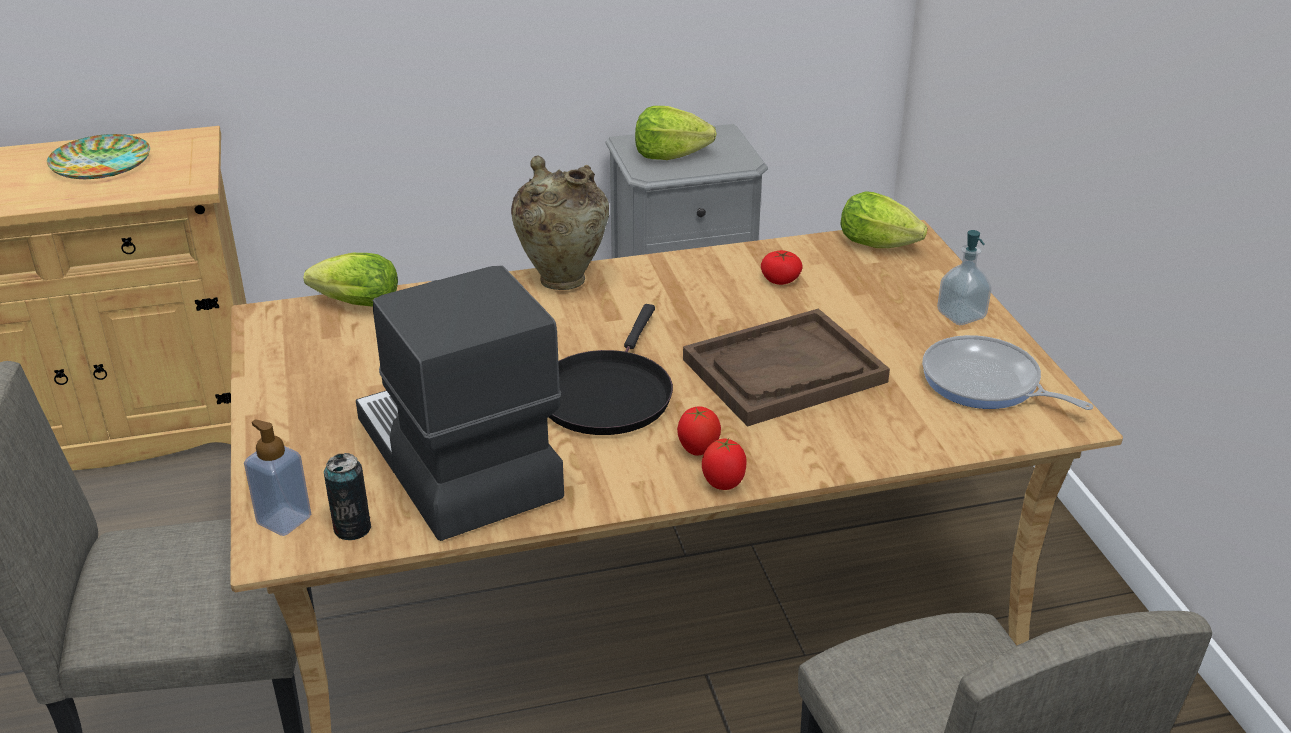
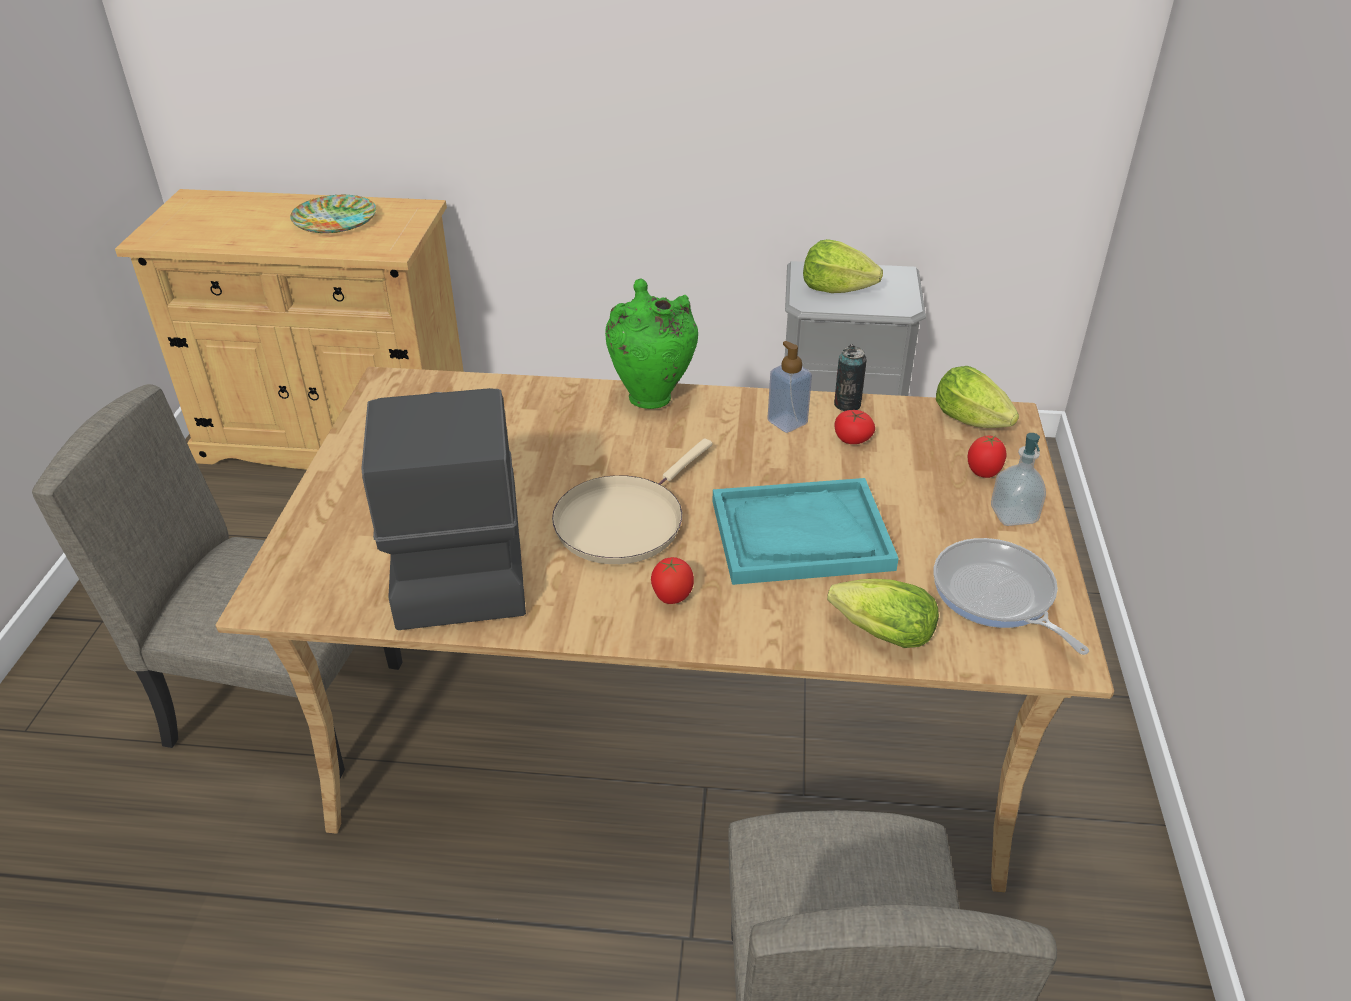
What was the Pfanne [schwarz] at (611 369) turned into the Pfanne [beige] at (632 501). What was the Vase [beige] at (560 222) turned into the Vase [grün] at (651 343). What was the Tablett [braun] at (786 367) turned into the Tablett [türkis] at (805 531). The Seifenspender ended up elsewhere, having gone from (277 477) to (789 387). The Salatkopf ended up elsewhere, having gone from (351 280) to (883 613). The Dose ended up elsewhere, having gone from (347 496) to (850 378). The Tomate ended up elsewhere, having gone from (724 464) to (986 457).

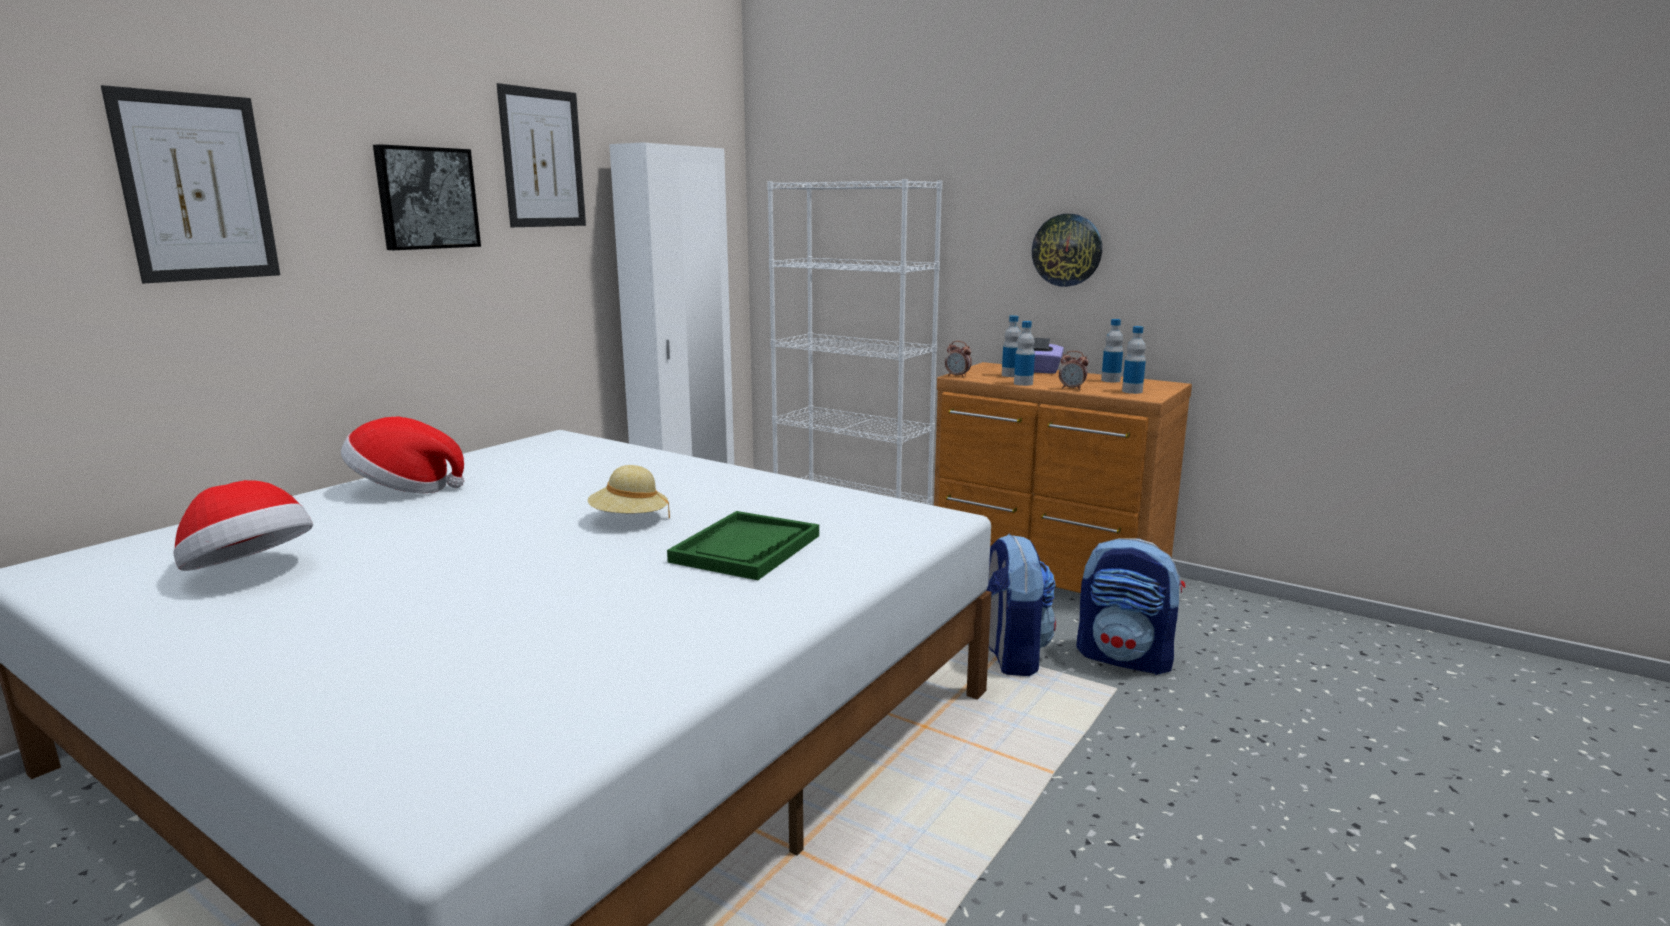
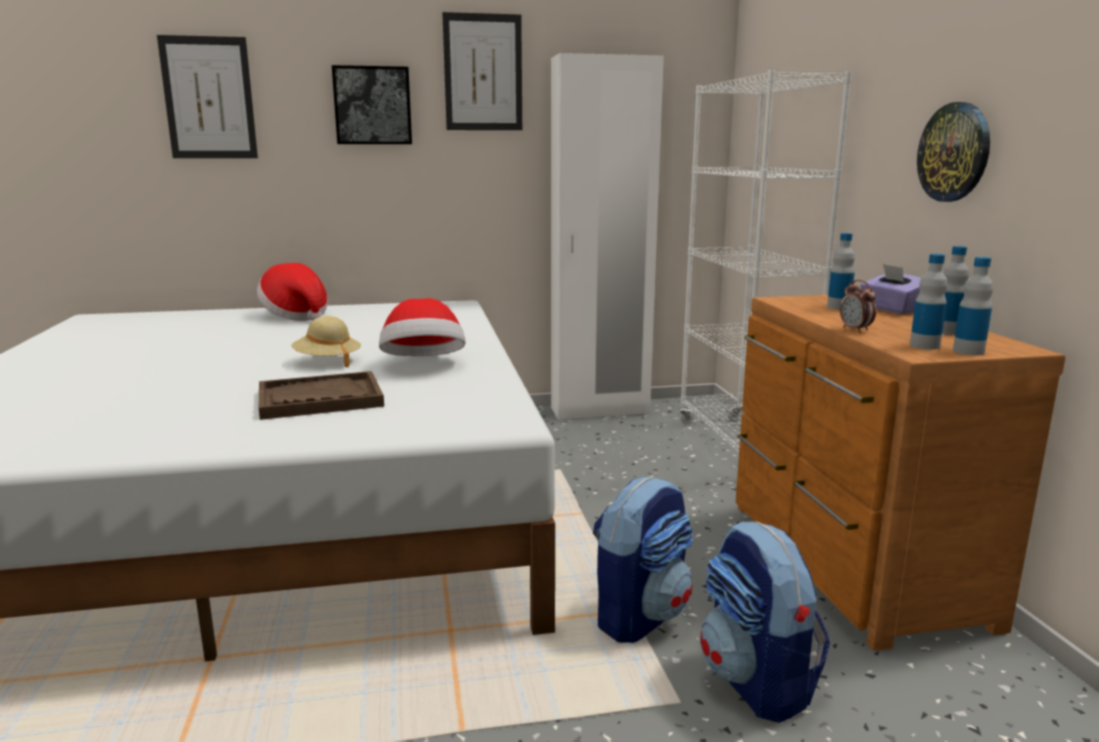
What was the Tablett [grün] at (743 545) turned into the Tablett [braun] at (321 395). The Hut ended up elsewhere, having gone from (243 525) to (422 327). The Flasche ended up elsewhere, having gone from (1024 353) to (973 306). The second view lost the Wecker at (958 359).

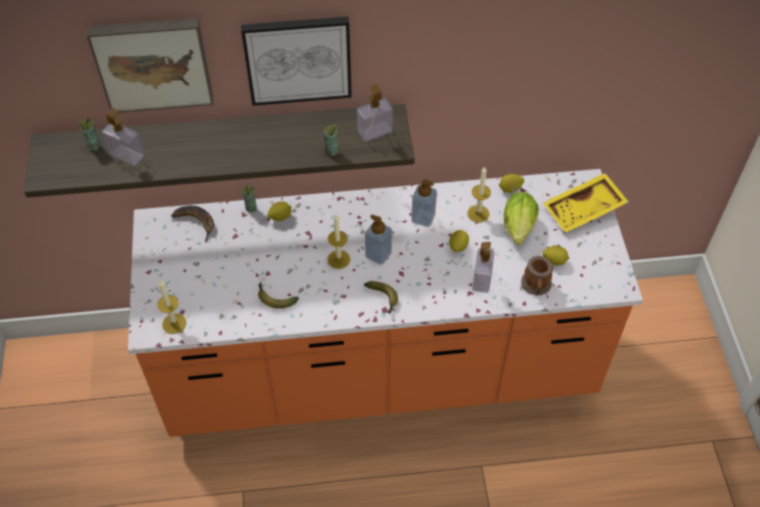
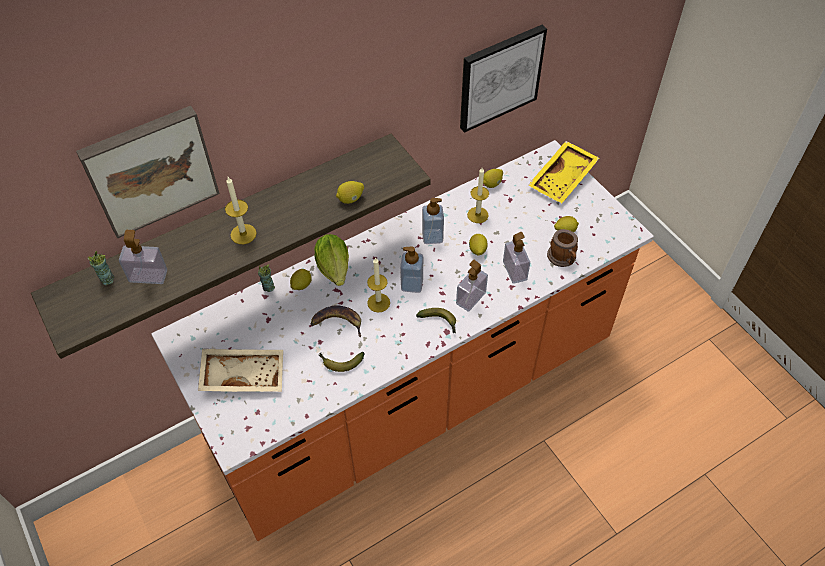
The second view gained the Tablett [beige] at (240 370). The Kerze ended up elsewhere, having gone from (171 307) to (241 210). The Banane ended up elsewhere, having gone from (192 224) to (336 321). The Salatkopf ended up elsewhere, having gone from (521 218) to (331 260). Where the Tasse stood at (330 140), the Zitrone came to stand at (350 192). The Seifenspender ended up elsewhere, having gone from (375 113) to (472 286). The Bild ended up elsewhere, having gone from (296 61) to (503 79).

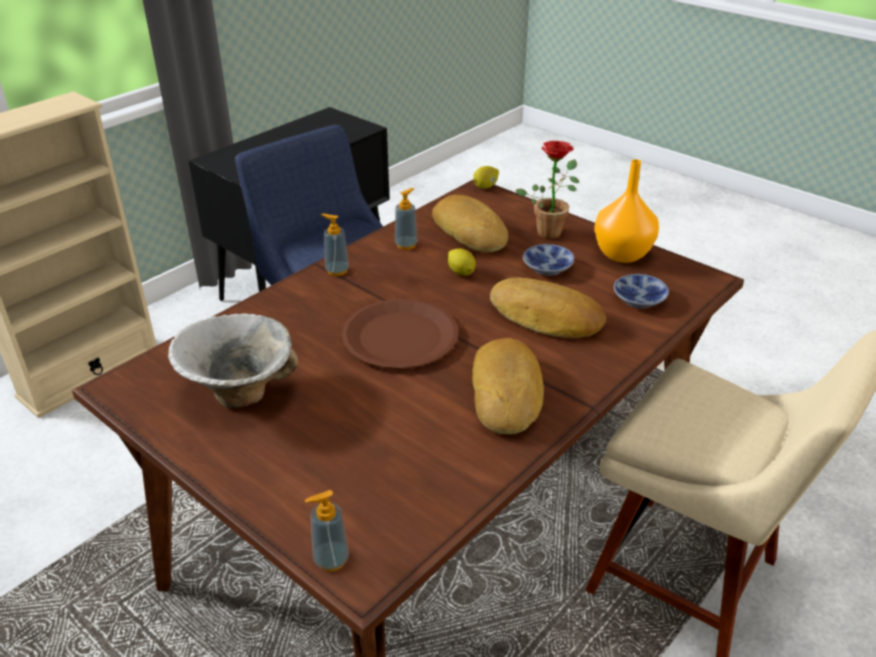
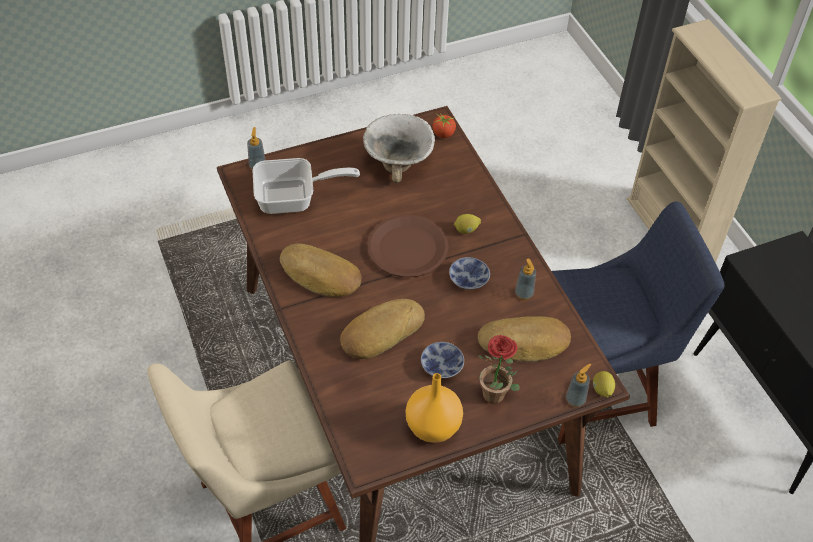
The second view gained the Pfanne at (306 186). The second view gained the Tomate at (444 125). The Schüssel ended up elsewhere, having gone from (641 291) to (469 273). The Zitrone ended up elsewhere, having gone from (462 262) to (467 224). The Seifenspender ended up elsewhere, having gone from (335 245) to (578 385).

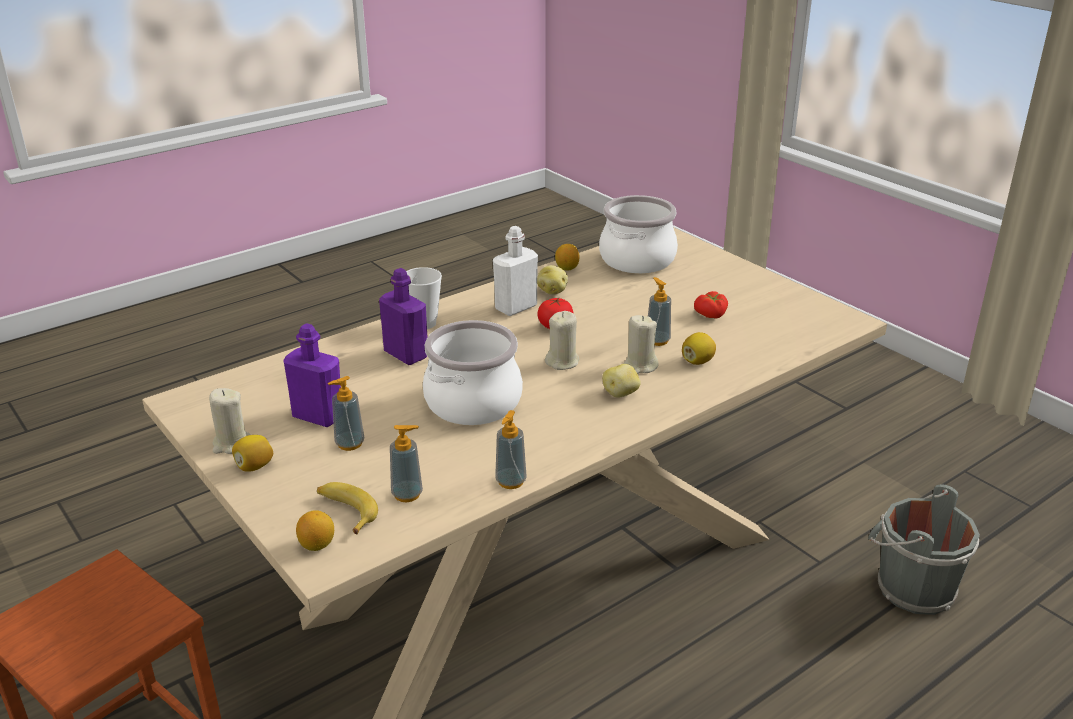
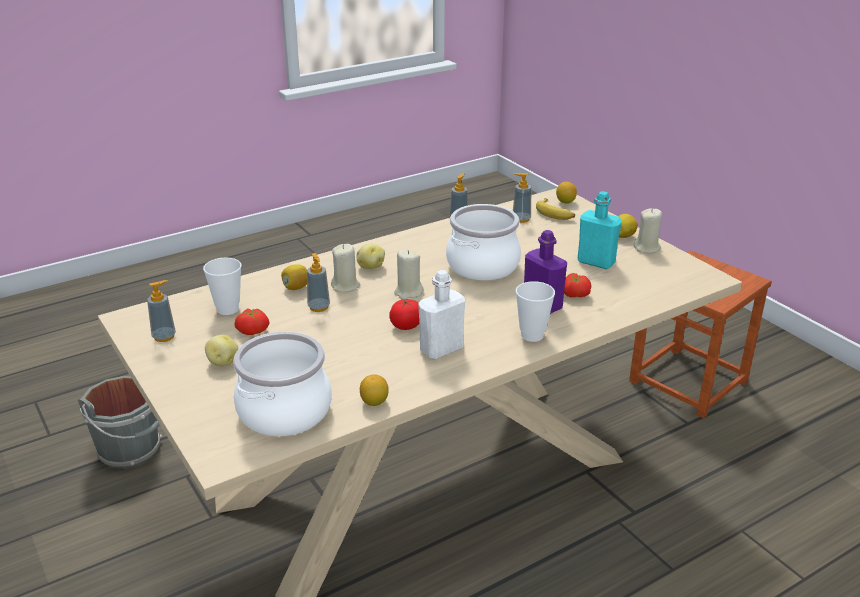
The Seifenspender ended up elsewhere, having gone from (346 413) to (161 311). The second view gained the Tasse at (222 286). The Kartoffel ended up elsewhere, having gone from (552 280) to (222 351). The second view gained the Tomate at (577 285). What was the Flasche [lila] at (312 375) turned into the Flasche [türkis] at (600 230).

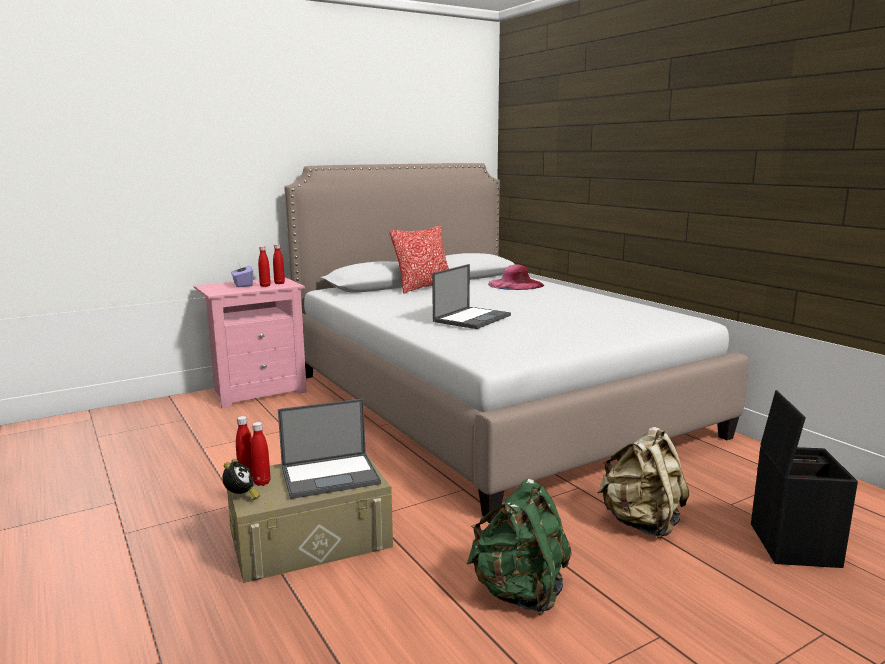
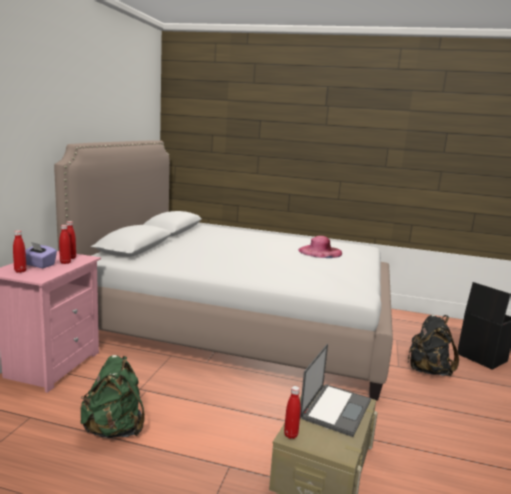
The Flasche [rot] ended up elsewhere, having gone from (261 454) to (20 251). The Rucksack [grün] ended up elsewhere, having gone from (519 547) to (112 396). The Hut [rosa] ended up elsewhere, having gone from (516 277) to (320 247). What was the Rucksack [beige] at (643 482) turned into the Rucksack [schwarz] at (433 345). The second view lost the Wecker at (241 479). The second view lost the Kissen at (419 260). The second view lost the Laptop at (471 296).

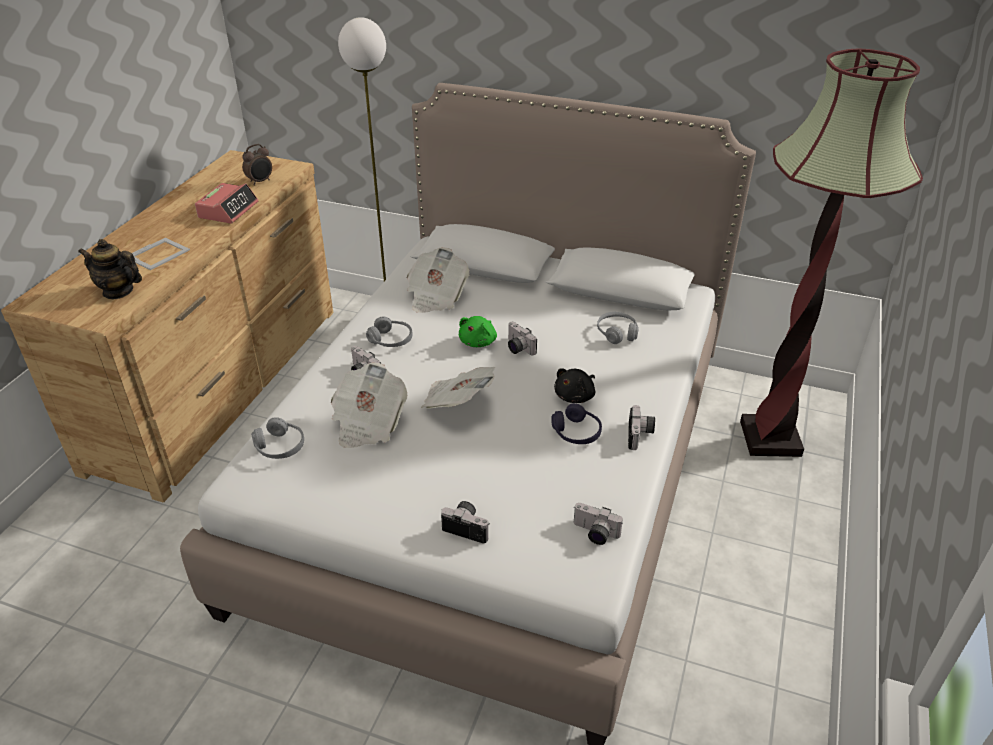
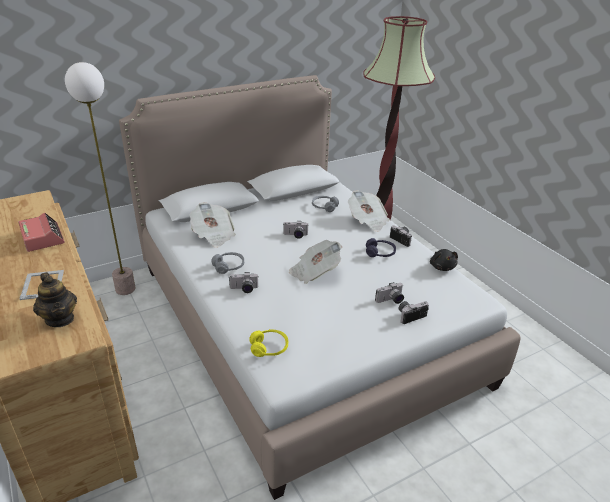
The Teekanne at (110 269) ended up facing another way, 90 degrees counterclockwise from before. What was the Kopfhörer [grau] at (277 438) turned into the Kopfhörer [gelb] at (268 343). The Zeitung ended up elsewhere, having gone from (369 405) to (369 211). The Kamera ended up elsewhere, having gone from (598 524) to (389 293). The Plüschtier [schwarz] ended up elsewhere, having gone from (574 385) to (444 260). The second view lost the Wecker at (257 164). The second view lost the Plüschtier [grün] at (478 331).

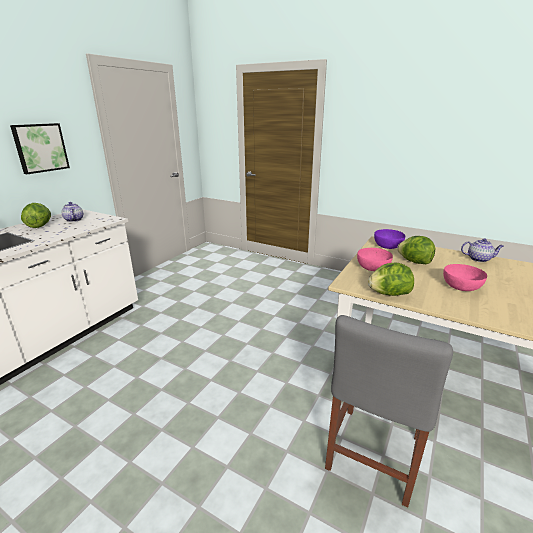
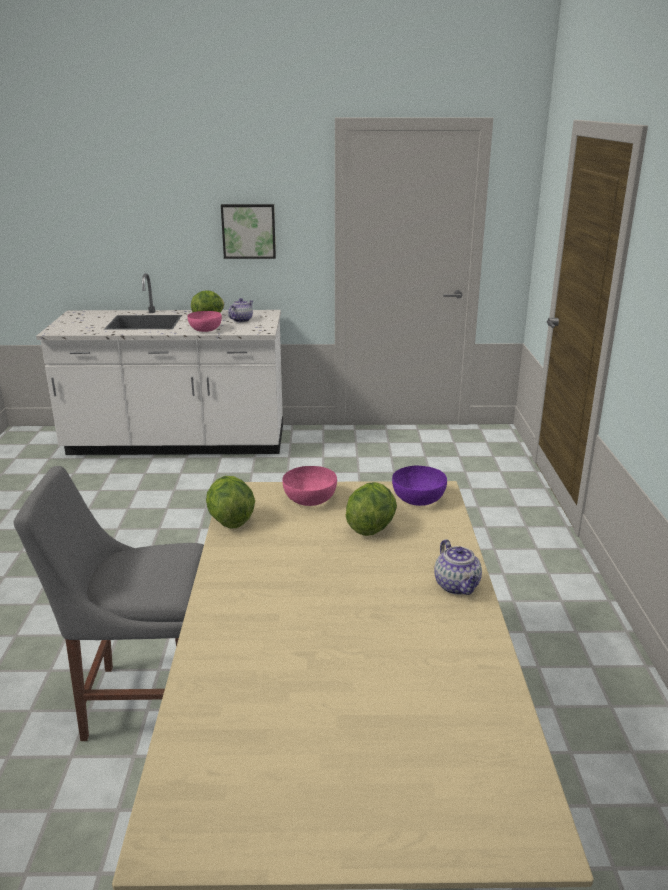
The Schüssel [rosa] ended up elsewhere, having gone from (465 277) to (204 321).

